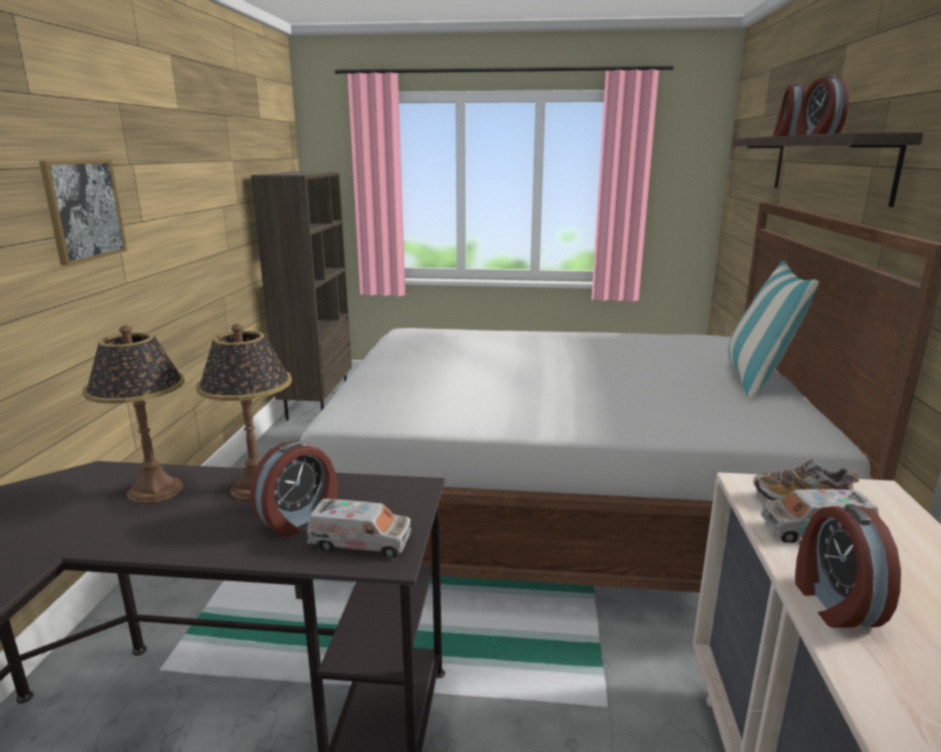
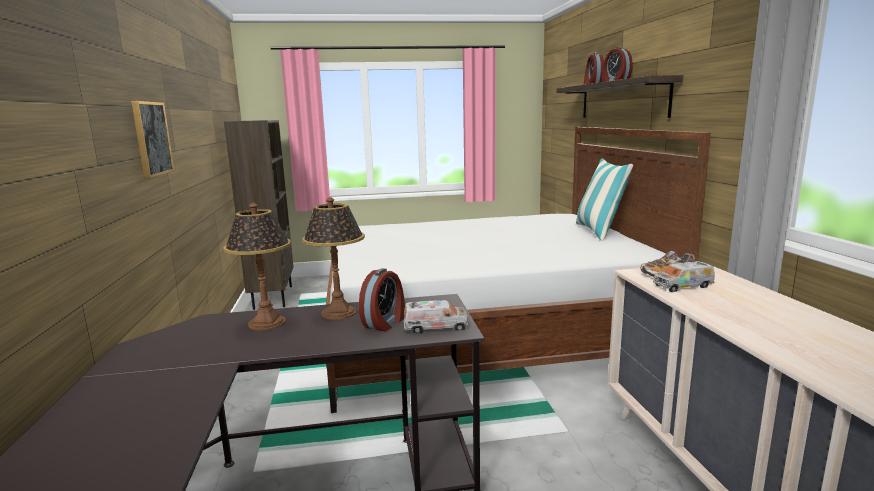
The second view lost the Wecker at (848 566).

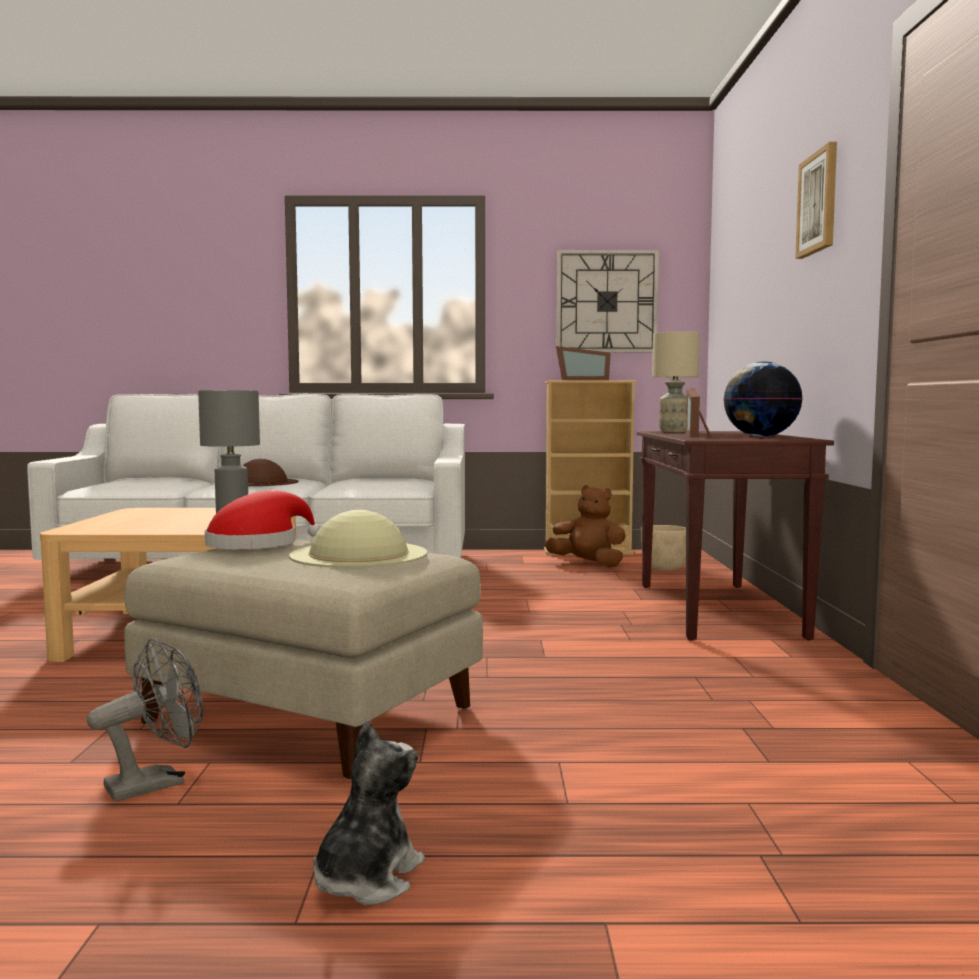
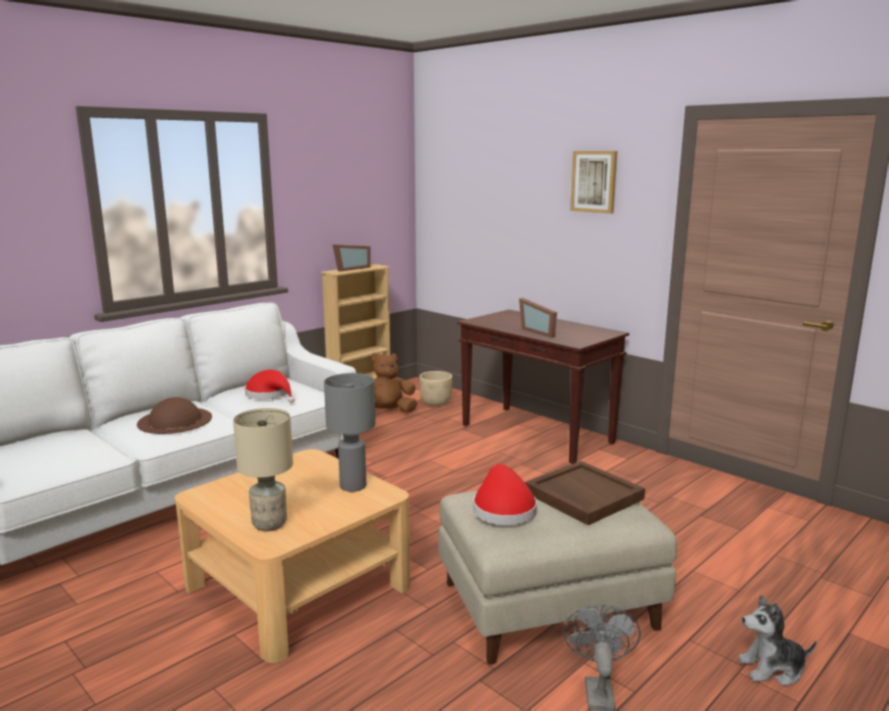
The Tischlampe [beige] ended up elsewhere, having gone from (676 381) to (263 470). The second view gained the Hut [rot] at (270 386). Where the Hut [beige] stood at (358 539), the Tablett [braun] came to stand at (585 493). The Plüschtier at (369 812) ended up facing another way, 75 degrees counterclockwise from before. The second view lost the Wanduhr at (608 301). The second view lost the Globus at (763 399).

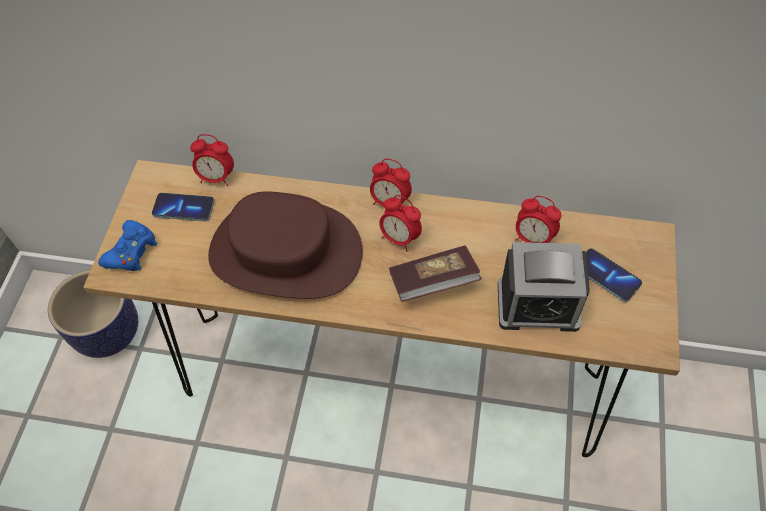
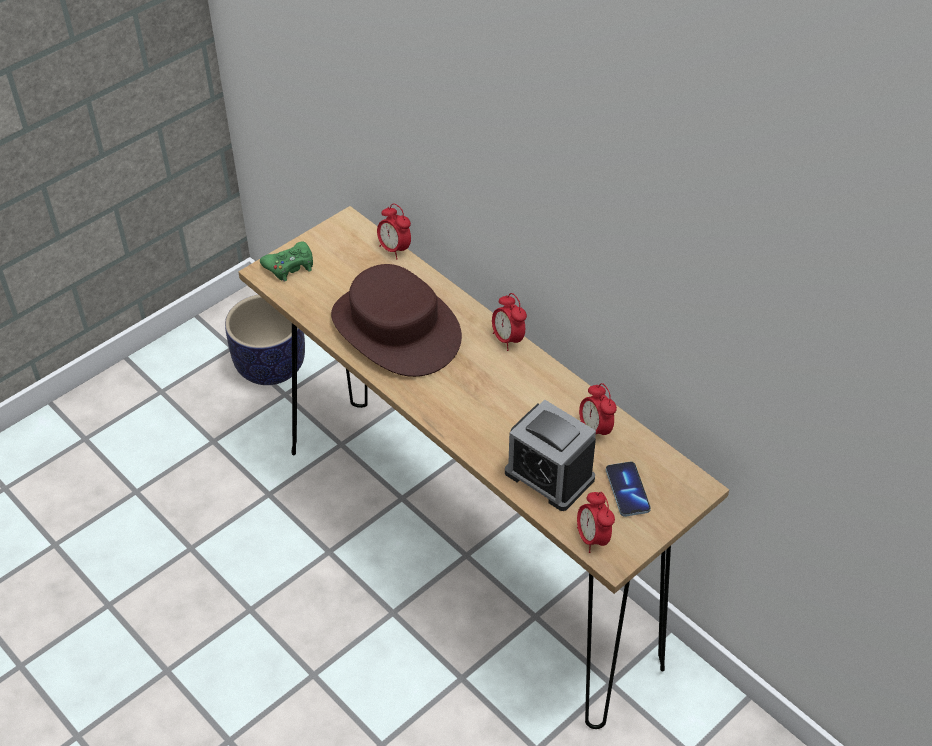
What was the Gamepad [blau] at (127 245) turned into the Gamepad [grün] at (286 261). The Wecker ended up elsewhere, having gone from (400 223) to (596 522). The second view lost the Handy at (183 207). The second view lost the Buch at (435 274).

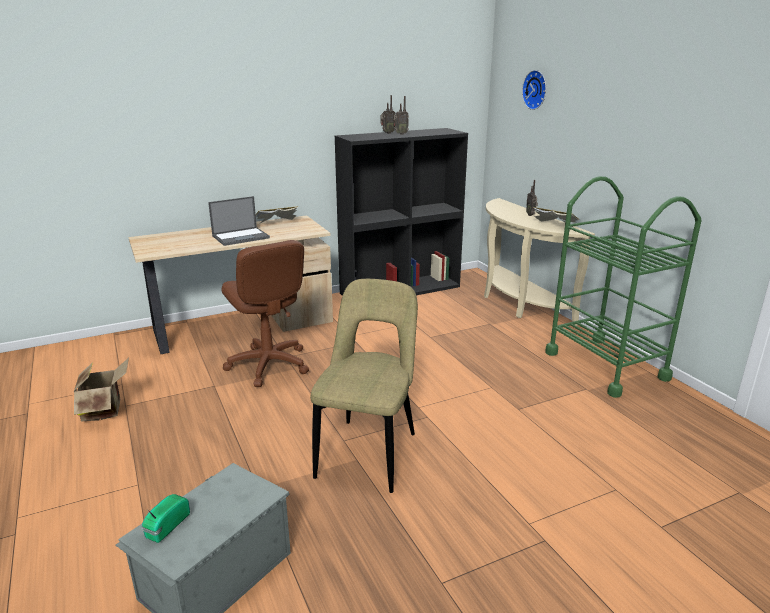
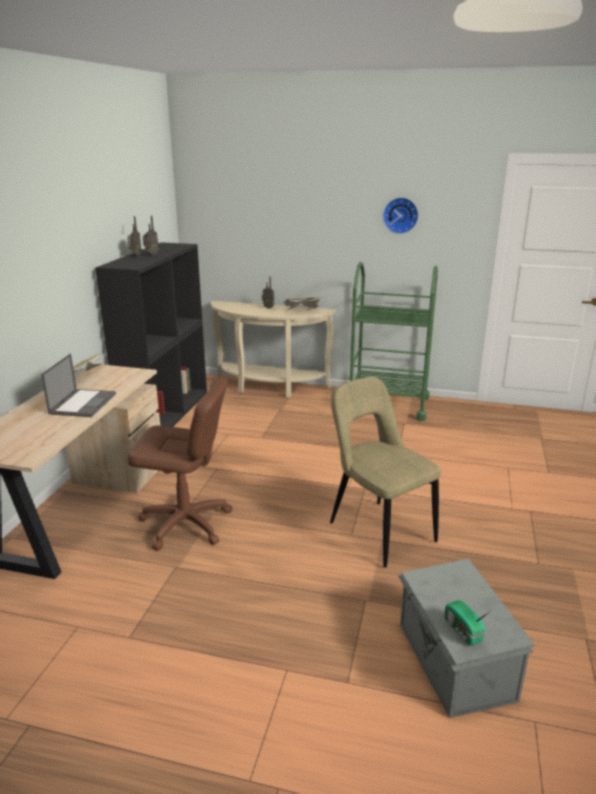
The Wanduhr ended up elsewhere, having gone from (534 90) to (401 215). The second view lost the Karton at (101 390).

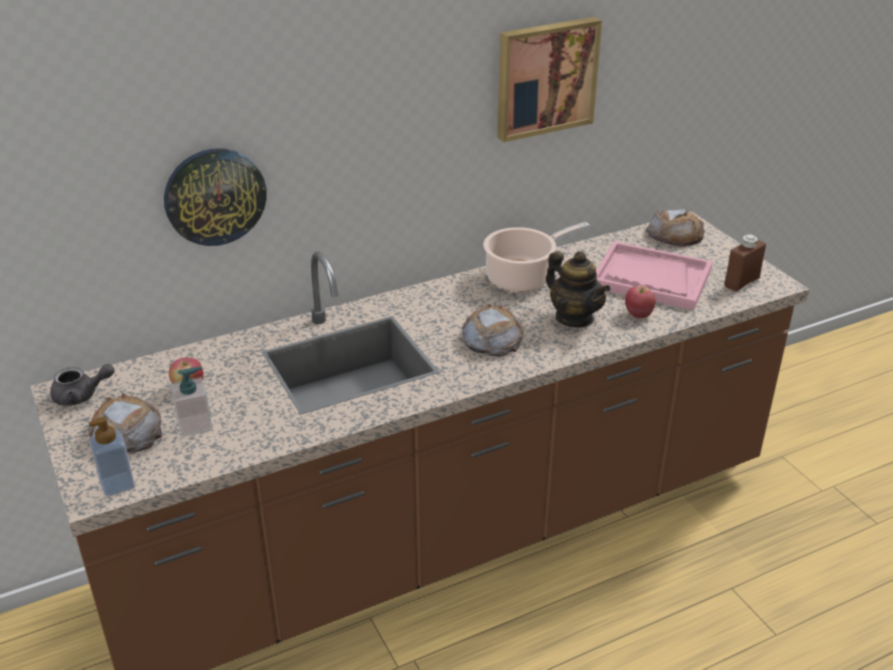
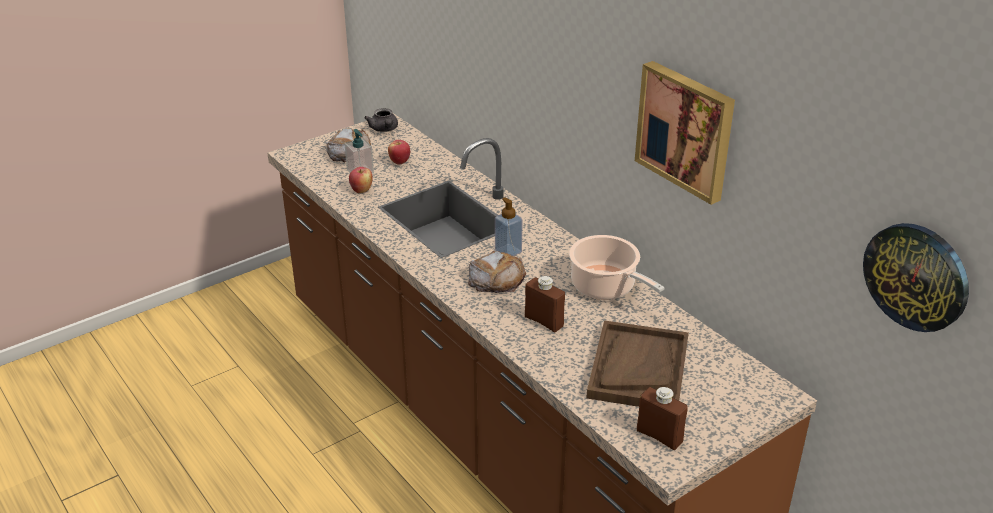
The Apfel ended up elsewhere, having gone from (640 301) to (360 180). The Seifenspender ended up elsewhere, having gone from (112 457) to (509 226). Where the Teekanne stood at (578 289), the Flasche [braun] came to stand at (545 304). What was the Tablett [rosa] at (654 275) turned into the Tablett [braun] at (637 363). The Wanduhr ended up elsewhere, having gone from (215 197) to (916 277). The second view lost the Brot at (675 228).

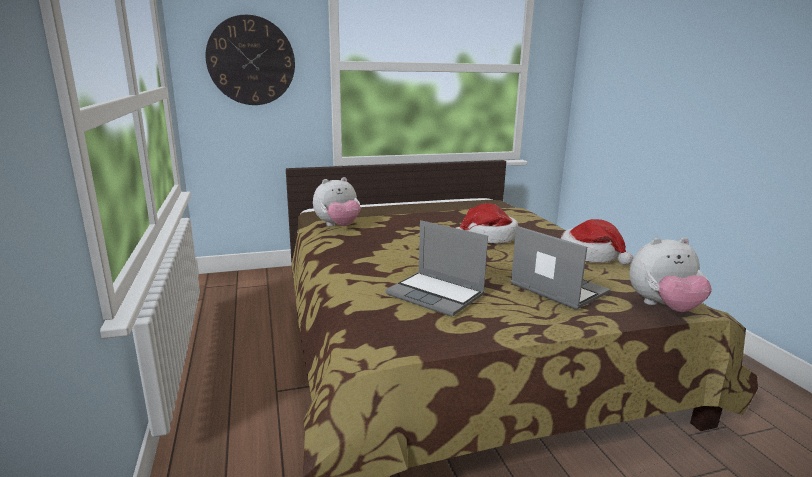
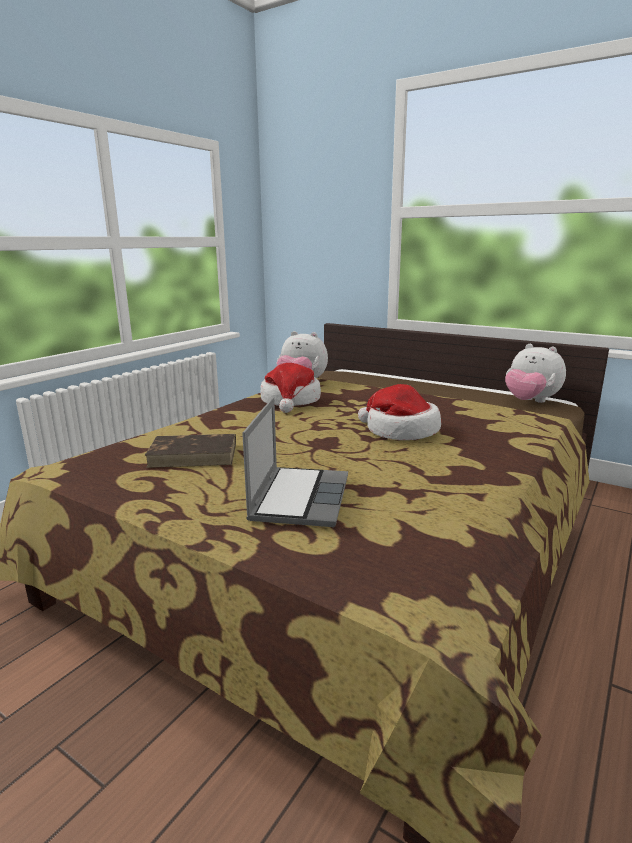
Where the Laptop stood at (436 268), the Buch [braun] came to stand at (190 451). The Hut ended up elsewhere, having gone from (597 242) to (291 388). The Plüschtier ended up elsewhere, having gone from (670 274) to (535 373). The second view lost the Wanduhr at (250 60).

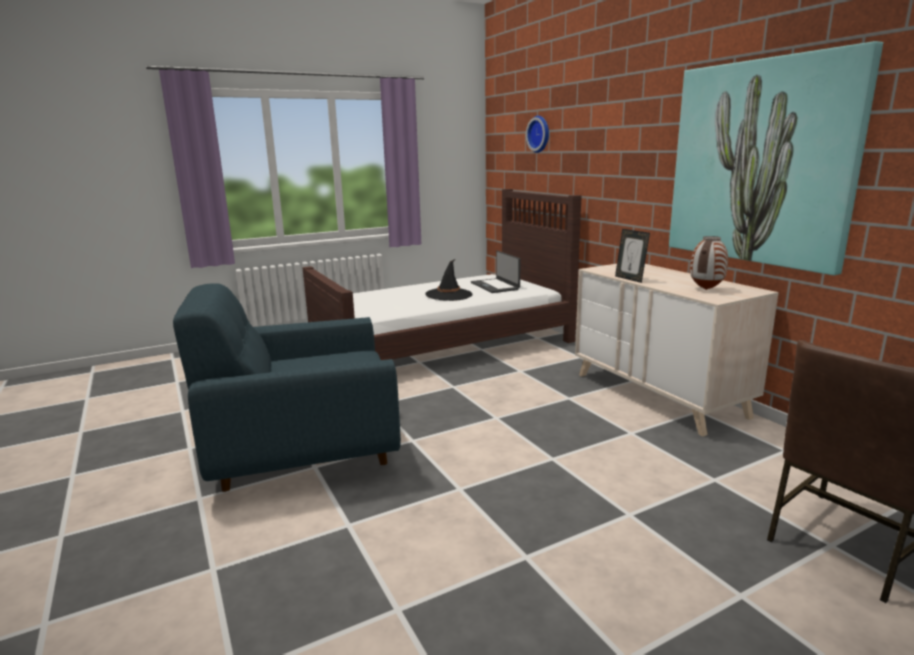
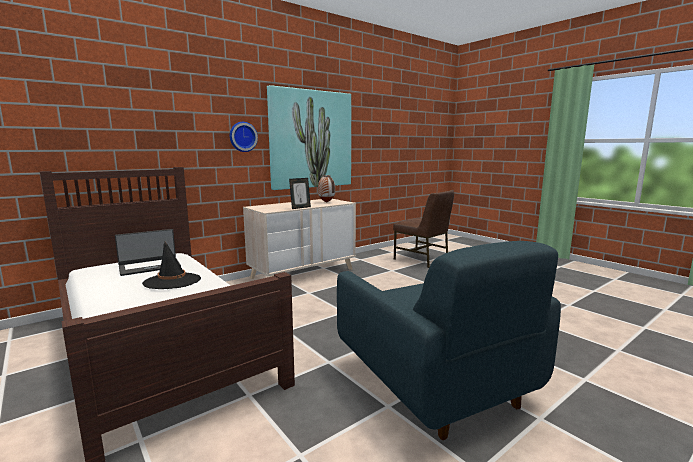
The Wanduhr ended up elsewhere, having gone from (537 134) to (244 137).

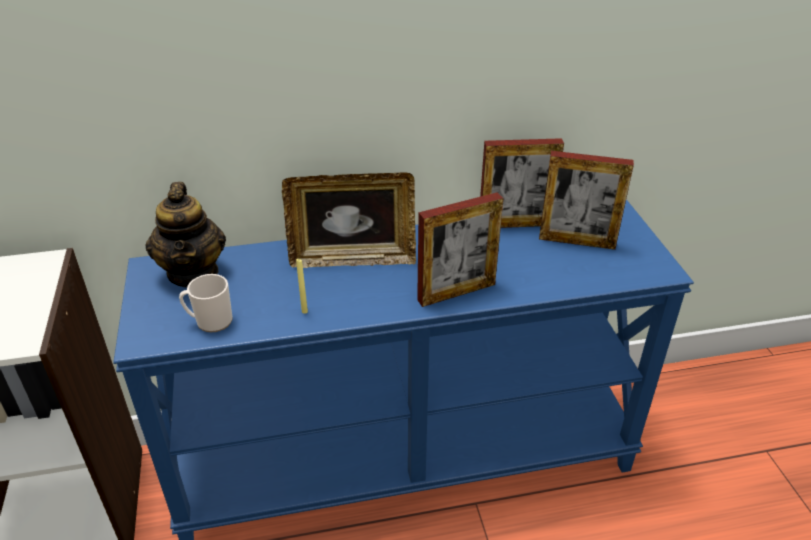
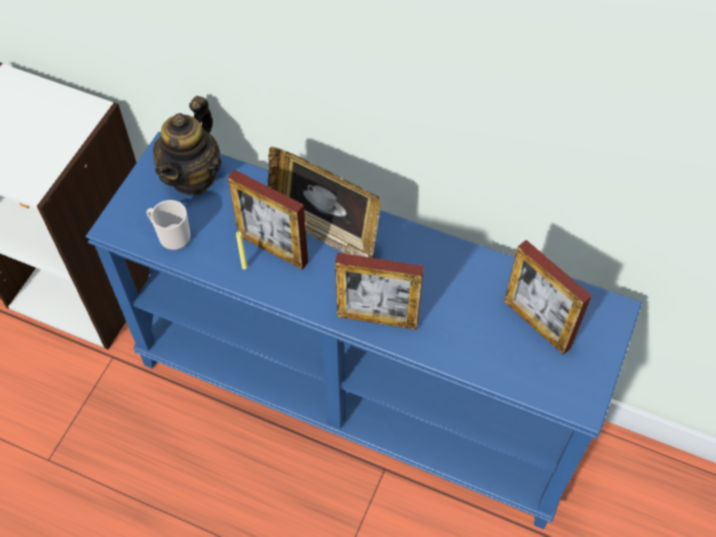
The Bilderrahmen ended up elsewhere, having gone from (522 183) to (268 220).

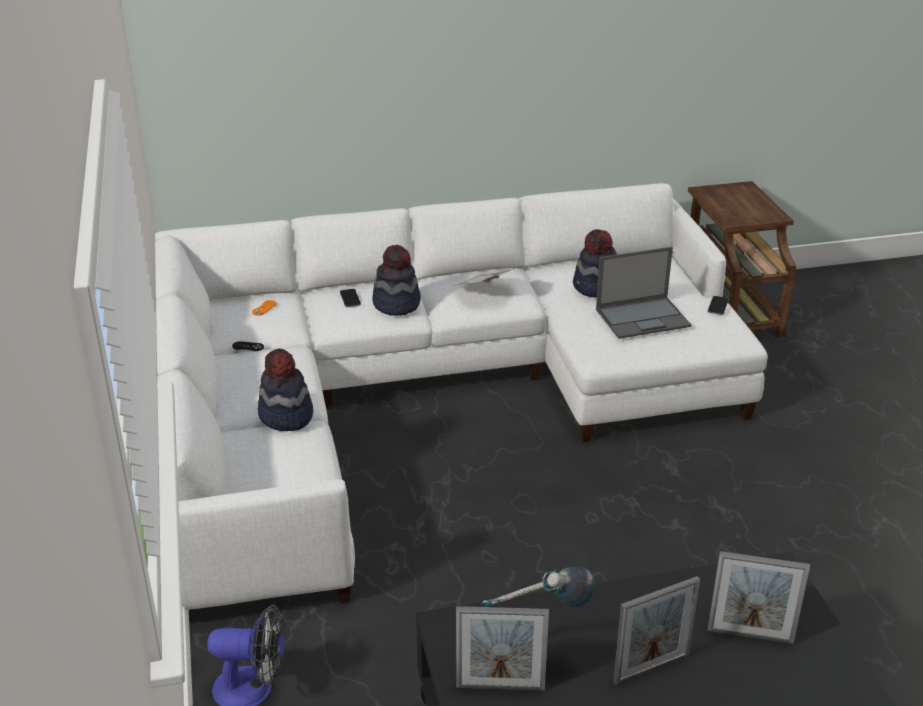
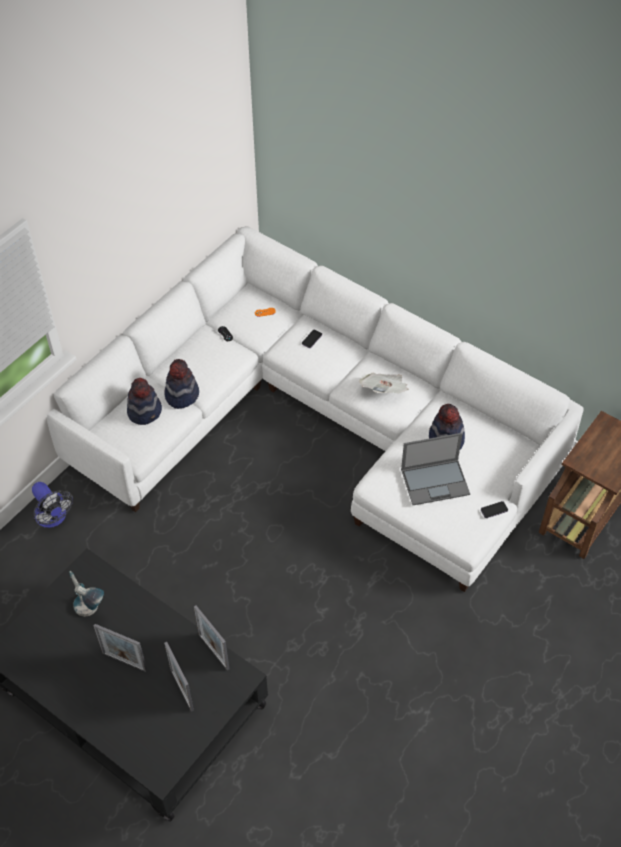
The Hut ended up elsewhere, having gone from (396 280) to (144 401). The Bilderrahmen ended up elsewhere, having gone from (502 648) to (211 638). The Laptop at (643 293) ended up facing another way, 45 degrees counterclockwise from before.

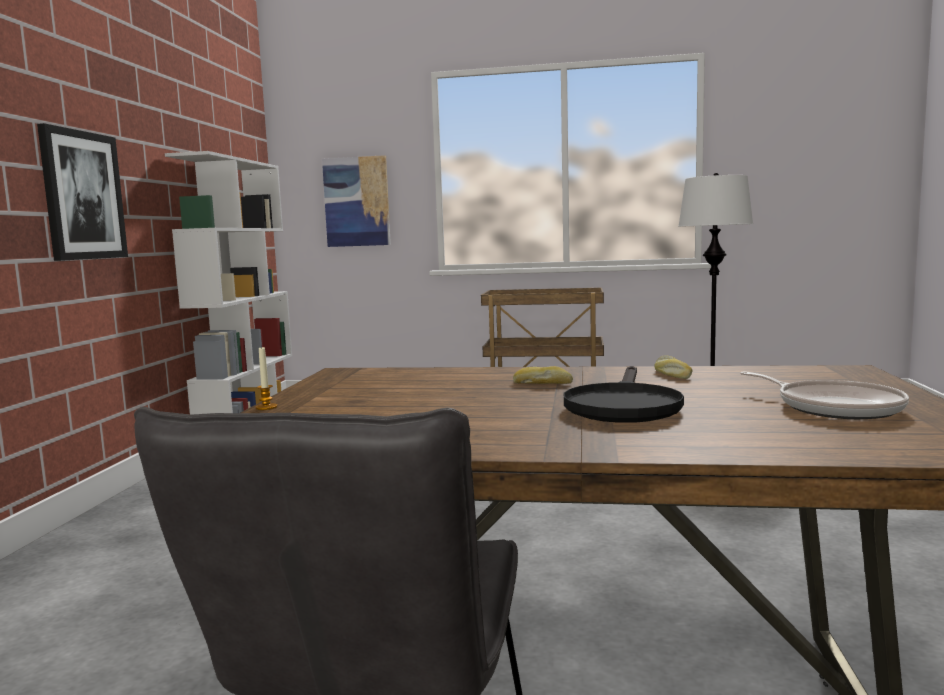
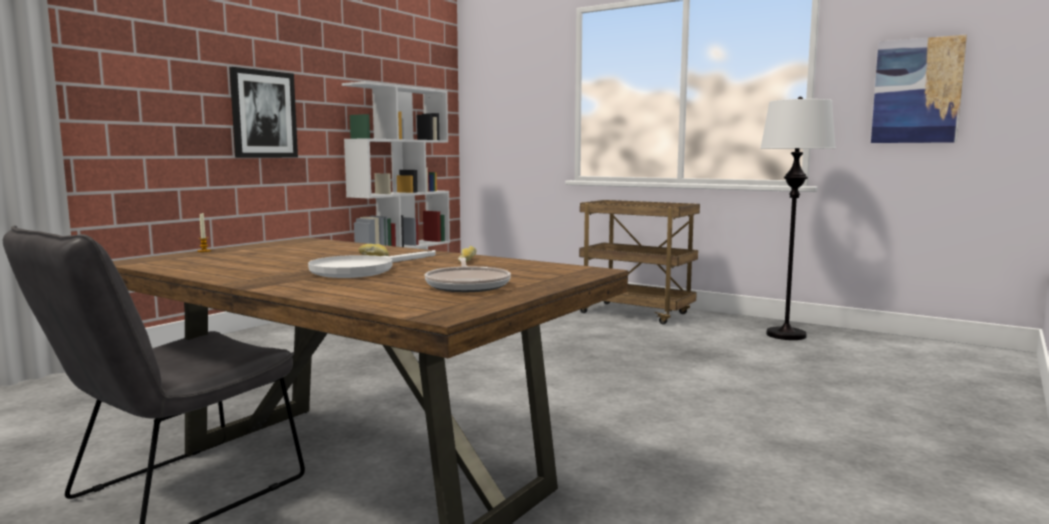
What was the Pfanne [schwarz] at (624 394) turned into the Pfanne [weiß] at (372 264). The Bild ended up elsewhere, having gone from (356 201) to (919 89).

